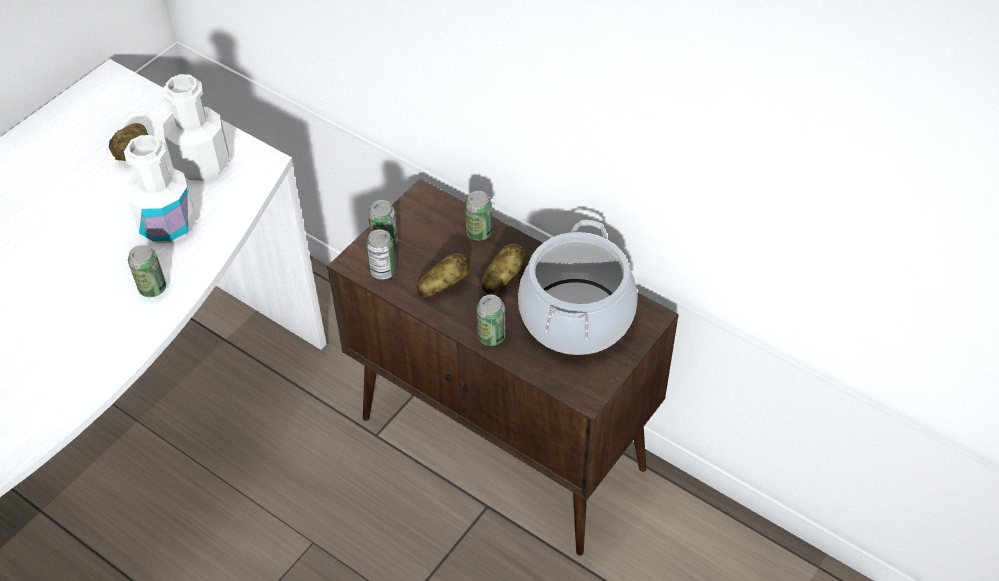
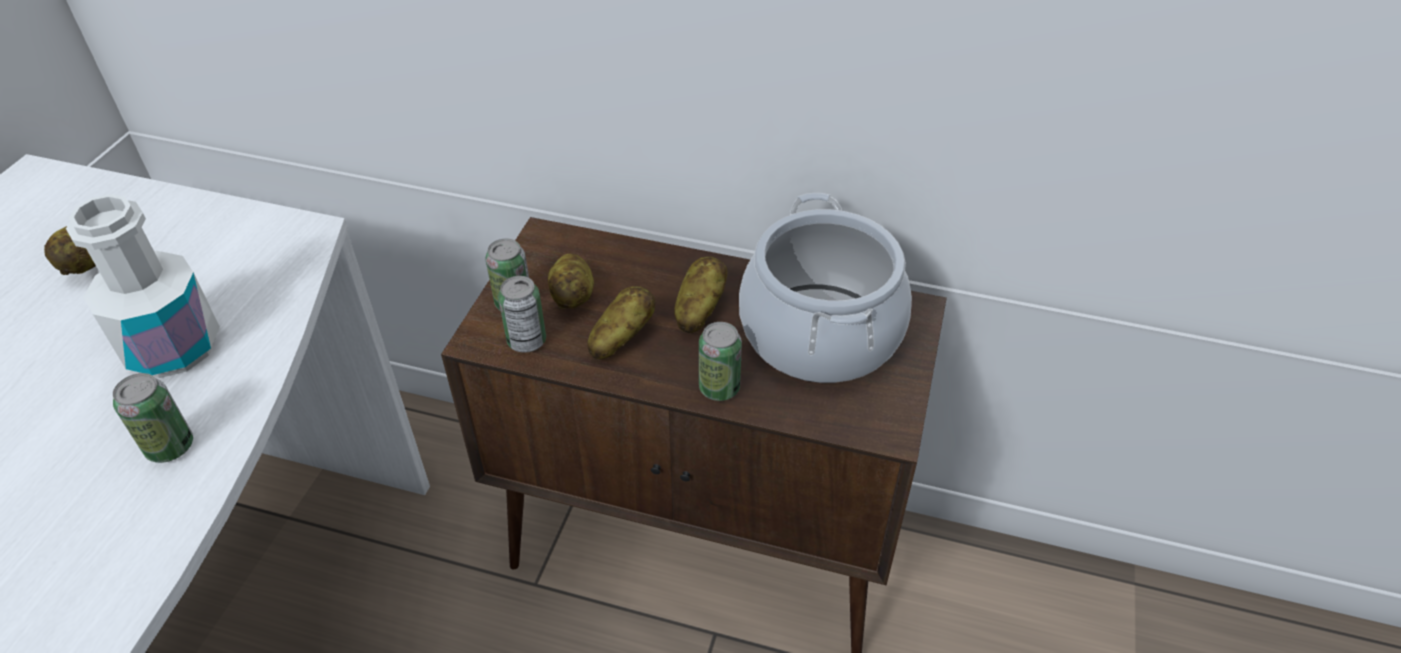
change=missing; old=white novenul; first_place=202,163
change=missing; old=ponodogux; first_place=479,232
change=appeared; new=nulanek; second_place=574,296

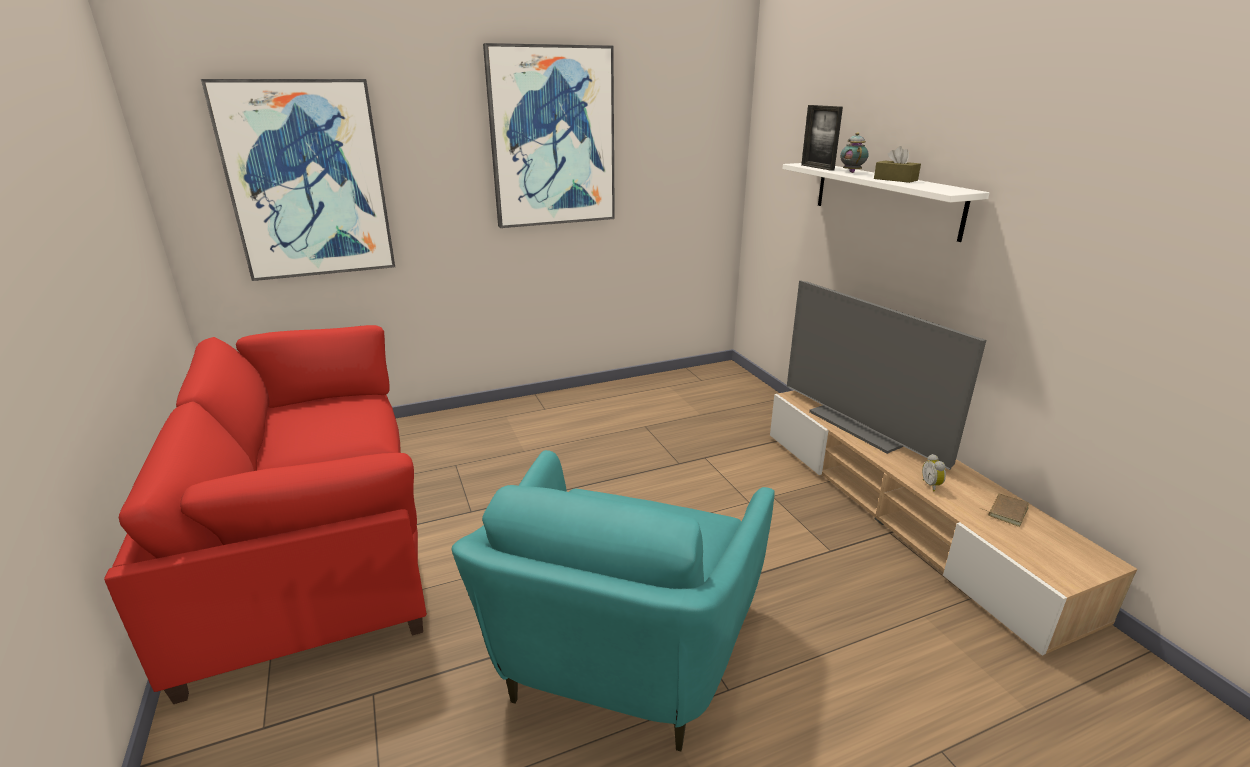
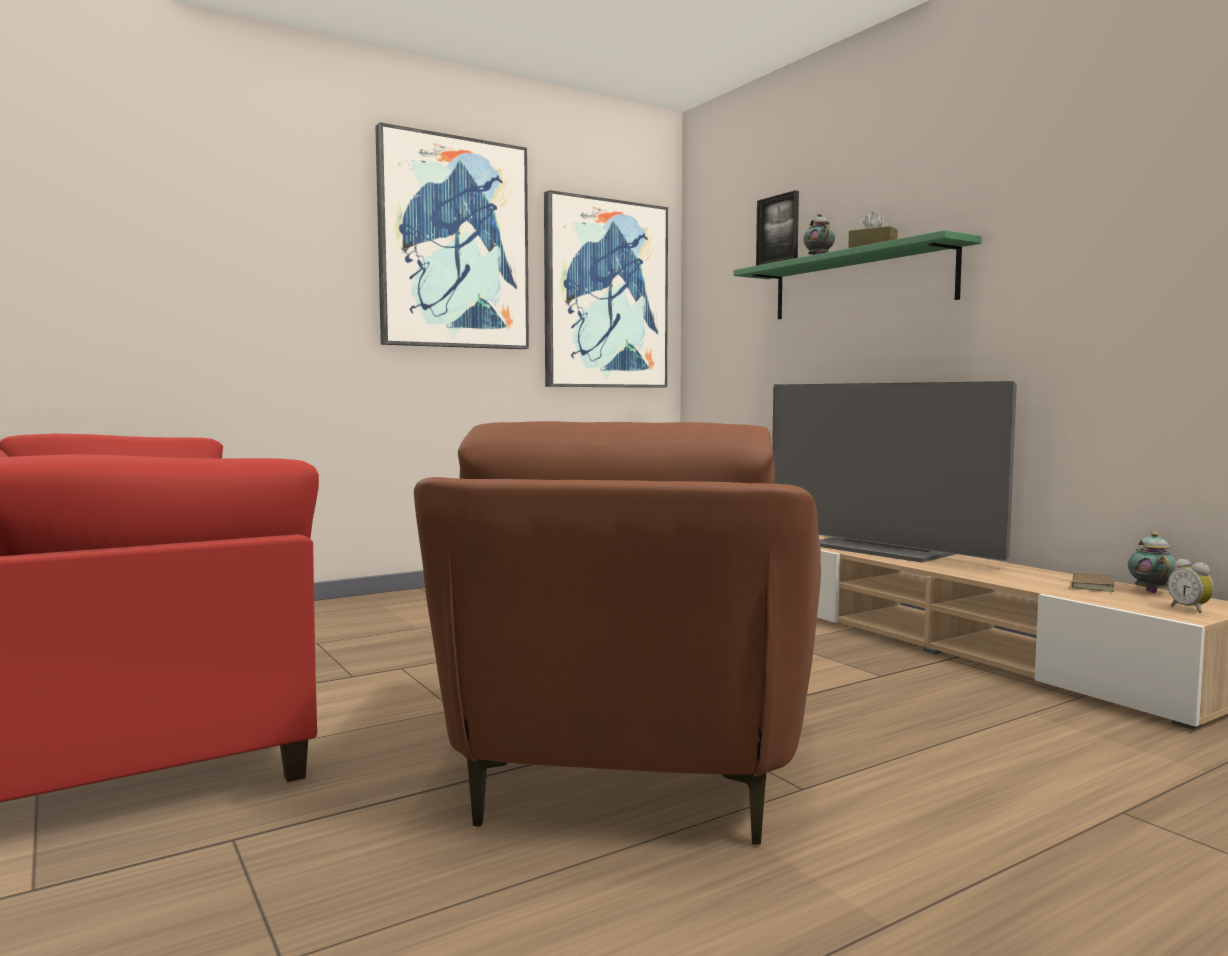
change=relocated; old=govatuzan; first_place=308,180; second_place=605,295
change=colour; old=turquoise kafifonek; new=brown kafifonek; first_place=621,653; second_place=630,772
change=colour; old=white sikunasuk; new=green sikunasuk; first_place=884,198; second_place=860,283
change=relocated; old=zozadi; first_place=932,485; second_place=1190,609
change=appeared; new=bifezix; second_place=1150,591

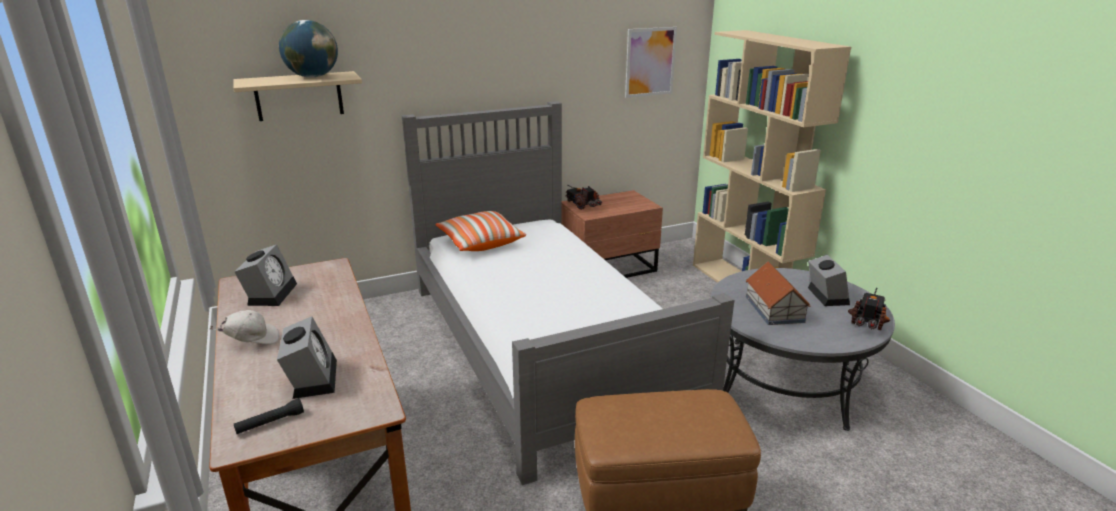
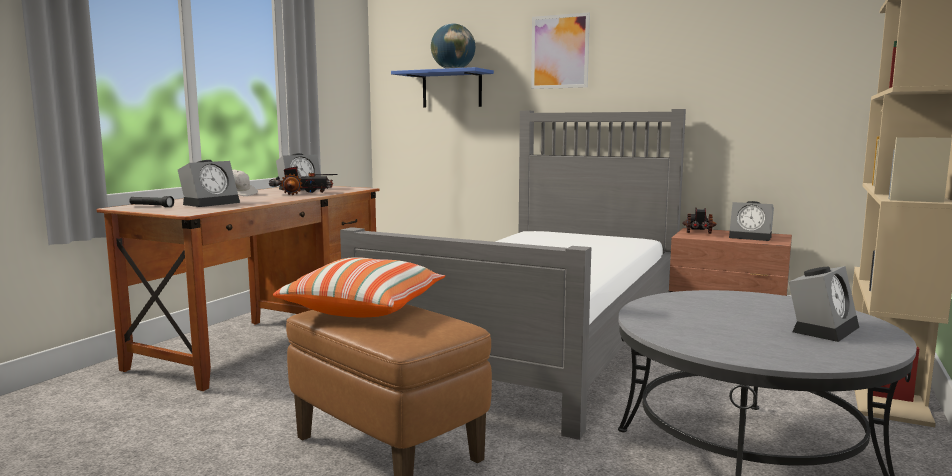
change=colour; old=beige sikunasuk; new=blue sikunasuk; first_place=299,96; second_place=452,89
change=relocated; old=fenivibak; first_place=480,242; second_place=364,308
change=relocated; old=govatuzan; first_place=650,62; second_place=559,51
change=missing; old=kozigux; first_place=774,309
change=relocated; old=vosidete; first_place=868,321; second_place=303,193
change=appeared; new=zozadi; second_place=751,237

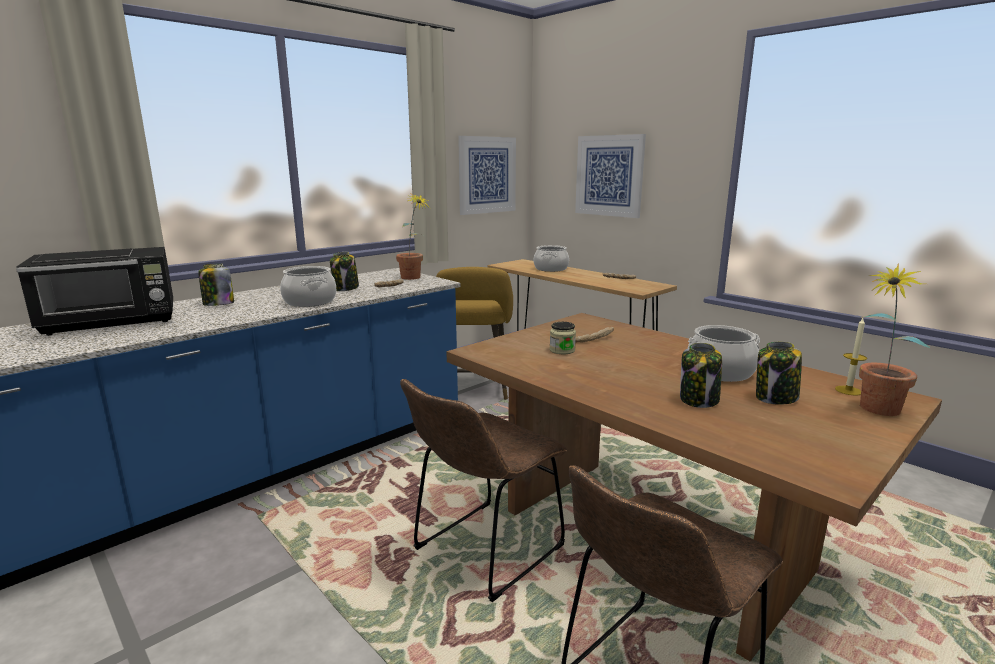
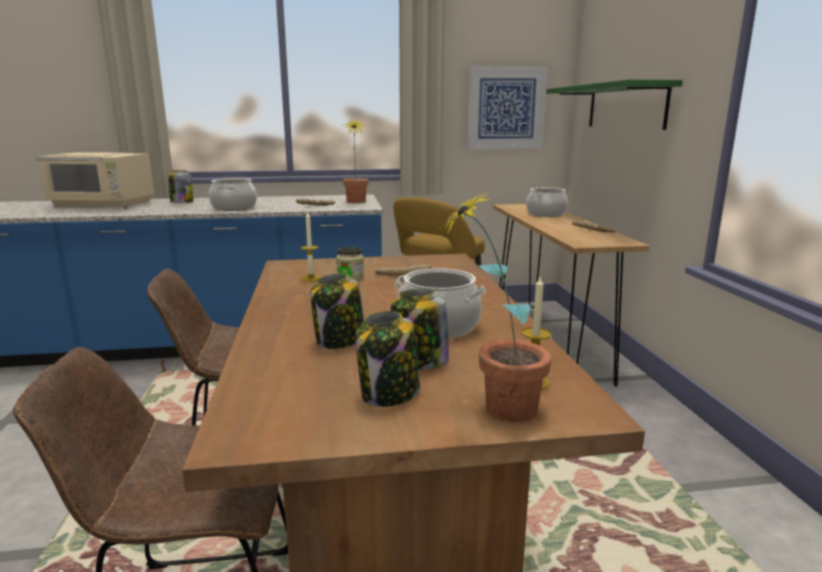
change=colour; old=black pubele; new=beige pubele; first_place=113,322; second_place=103,205
change=relocated; old=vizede; first_place=346,288; second_place=389,394
change=exchanged; old=govatuzan; new=green sikunasuk; first_place=609,176; second_place=625,106
change=appeared; new=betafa; second_place=311,278

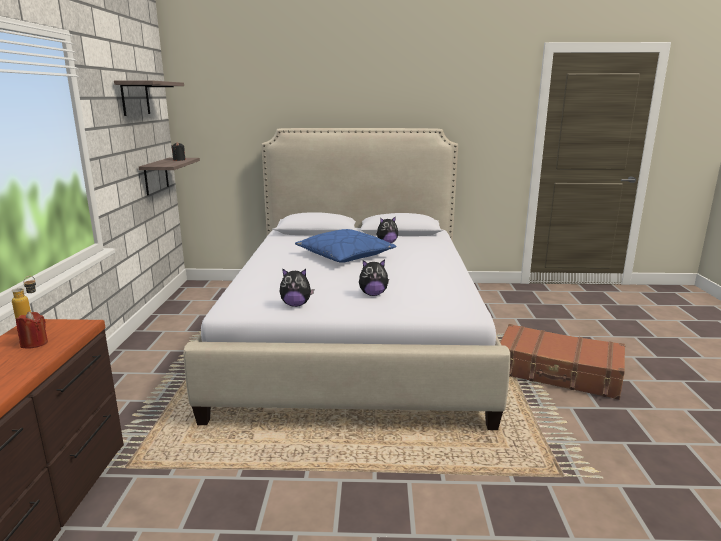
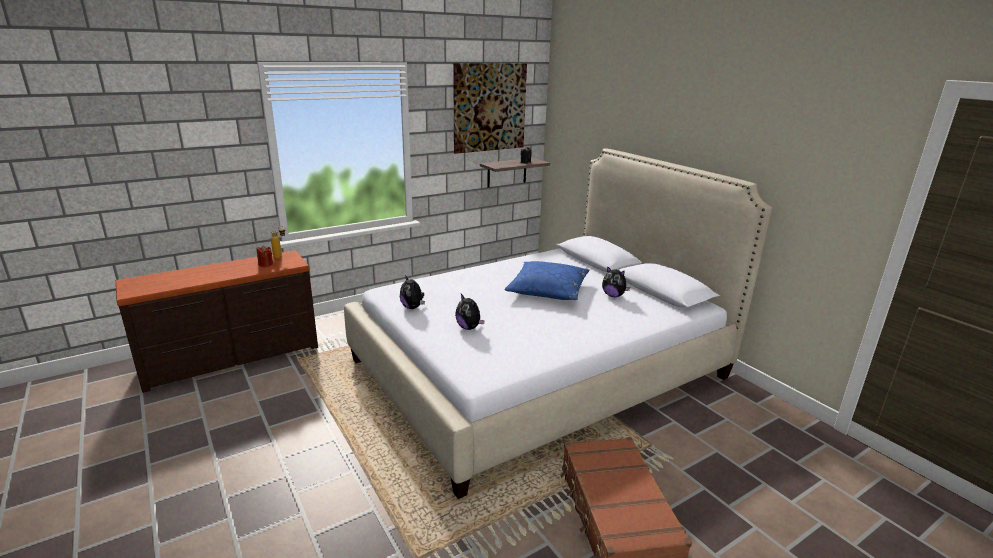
change=exchanged; old=sikunasuk; new=govatuzan; first_place=135,98; second_place=489,107

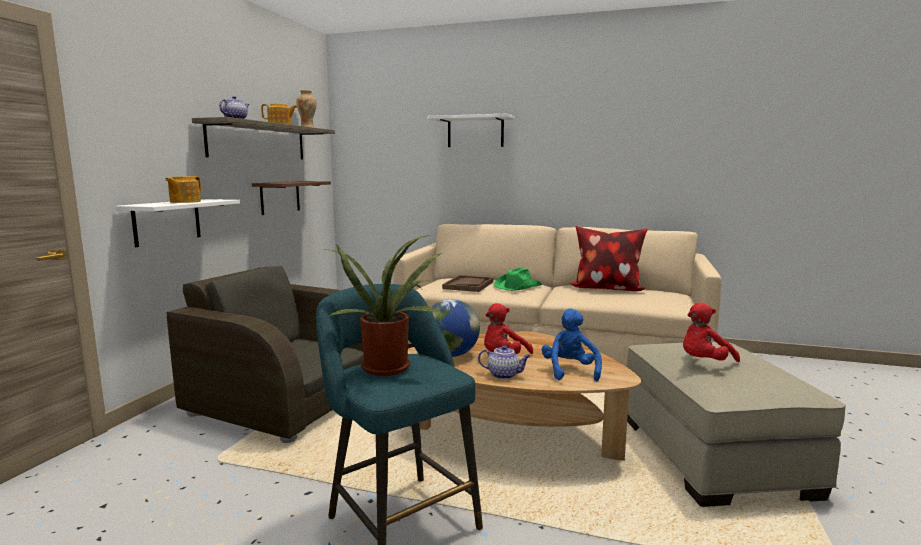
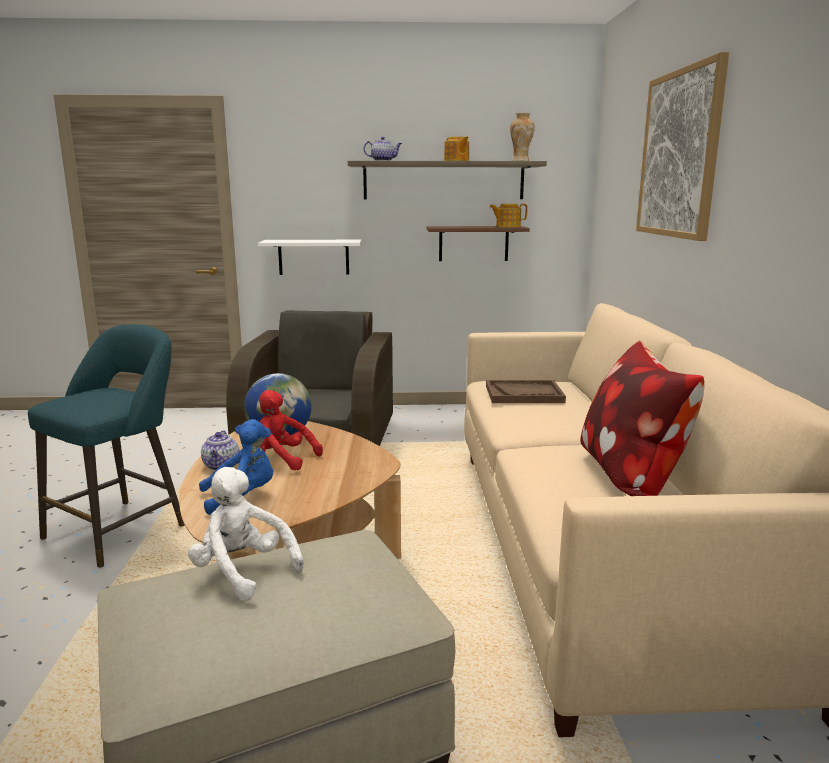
change=relocated; old=bifezix; first_place=184,202; second_place=507,226
change=missing; old=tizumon; first_place=388,366
change=exchanged; old=white sikunasuk; new=govatuzan; first_place=475,132; second_place=679,154
change=missing; old=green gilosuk; first_place=517,286
change=colour; old=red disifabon; new=white disifabon; first_place=704,363; second_place=243,571

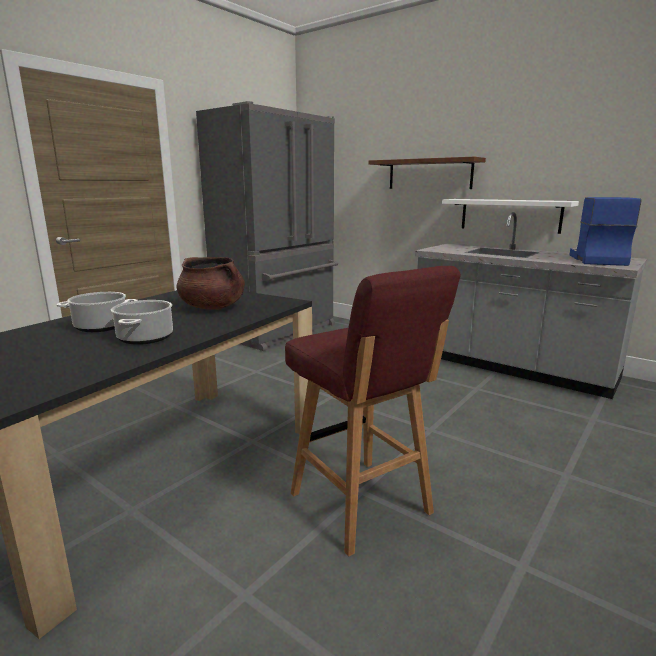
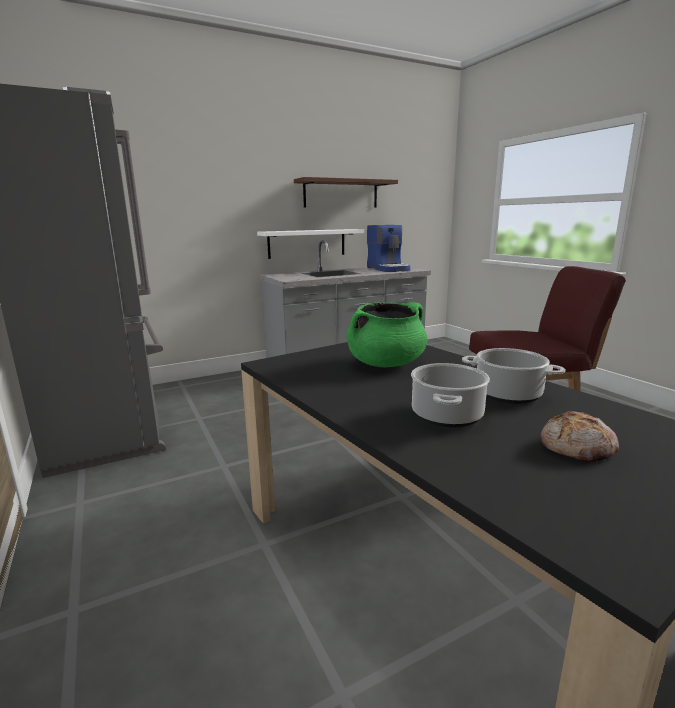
change=colour; old=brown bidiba; new=green bidiba; first_place=213,307; second_place=386,363
change=relocated; old=brown sikunasuk; first_place=429,174; second_place=341,194
change=spun; old=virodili; first_place=595,260; second_place=388,269; degrees=-150
change=appeared; new=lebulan; second_place=578,448

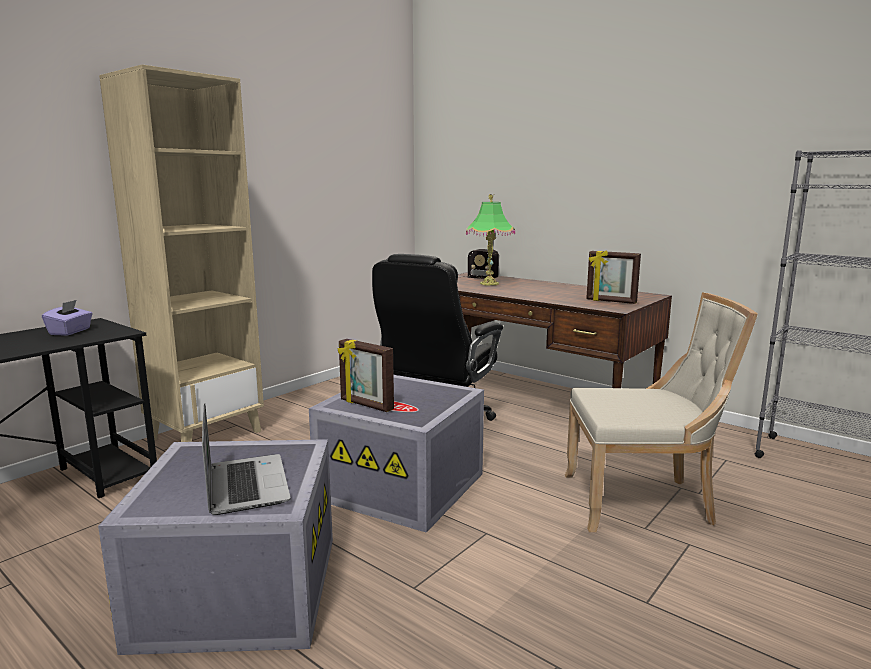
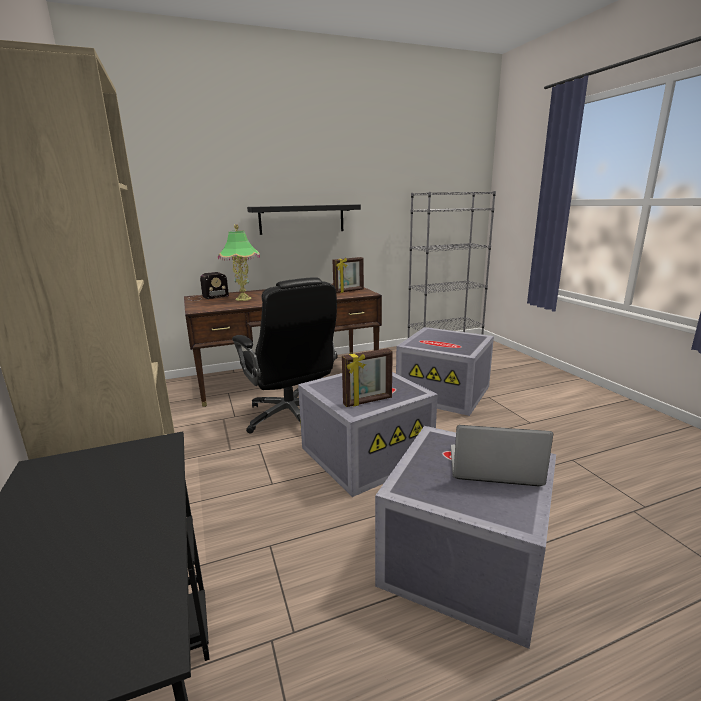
change=missing; old=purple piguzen; first_place=70,332
change=exchanged; old=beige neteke; new=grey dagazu; first_place=643,502; second_place=445,392
change=appeared; new=black sikunasuk; second_place=302,219

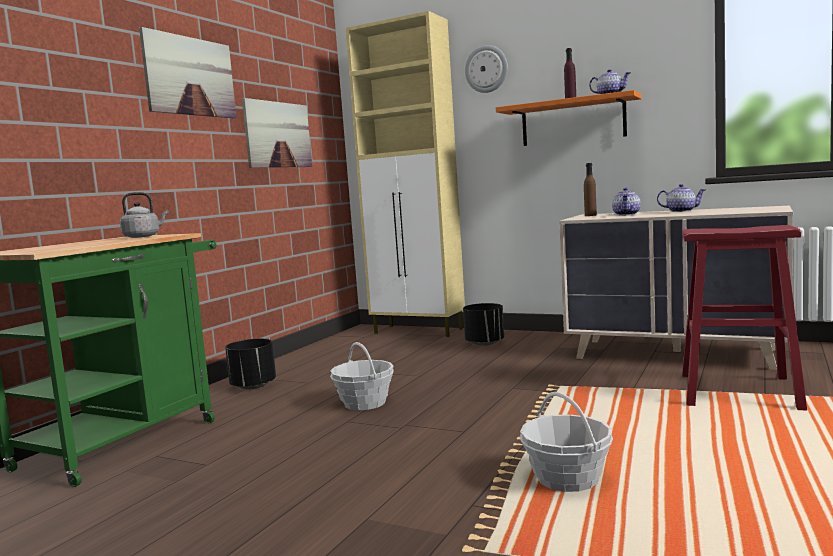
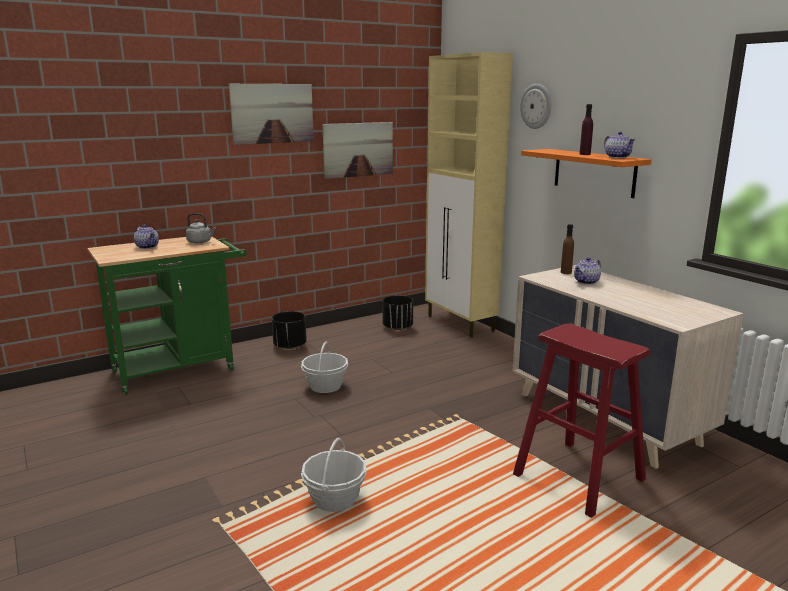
change=relocated; old=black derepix; first_place=485,343; second_place=398,327
change=relocated; old=bifezix; first_place=681,211; second_place=148,247

